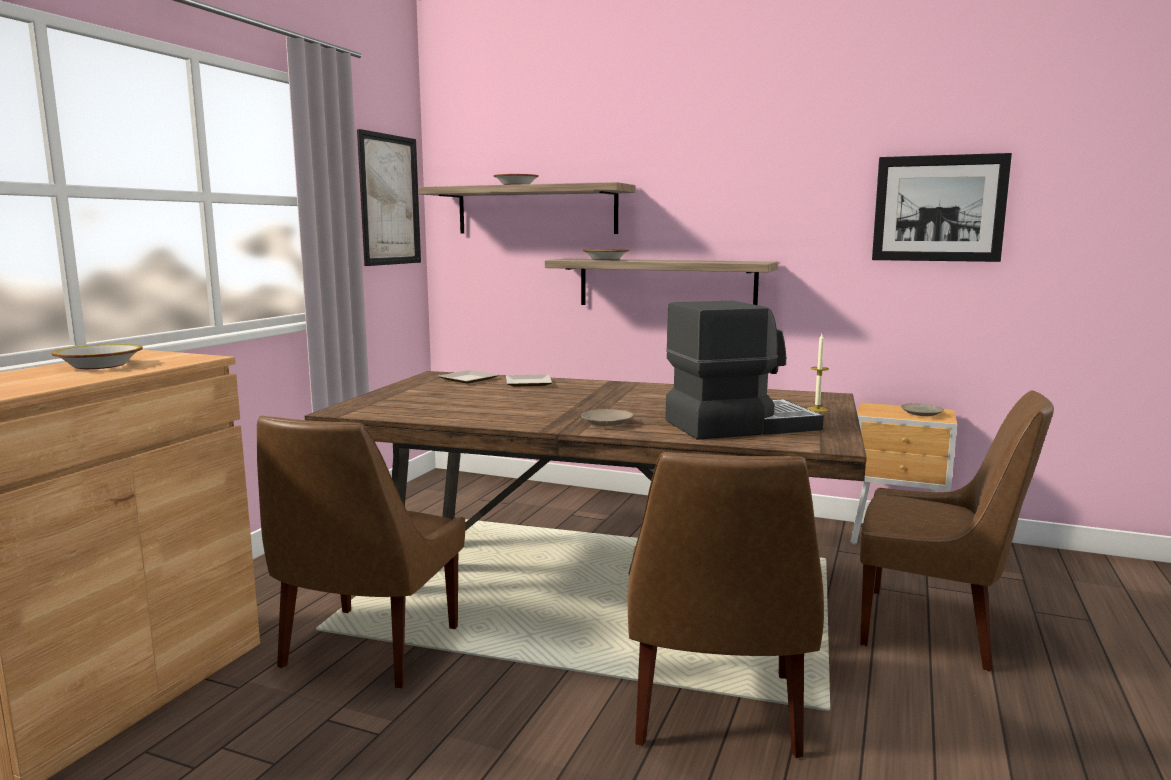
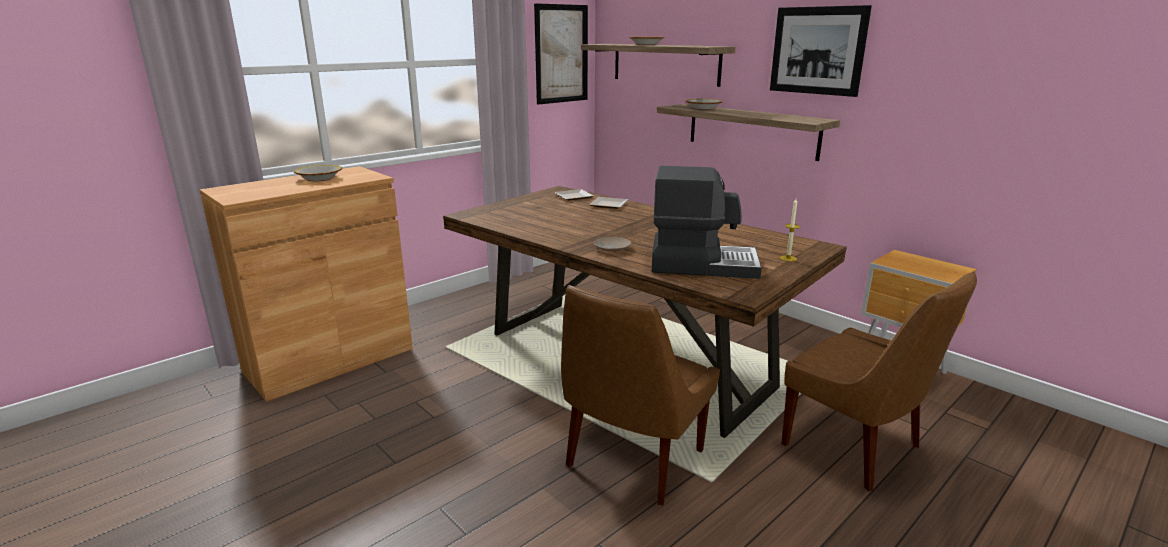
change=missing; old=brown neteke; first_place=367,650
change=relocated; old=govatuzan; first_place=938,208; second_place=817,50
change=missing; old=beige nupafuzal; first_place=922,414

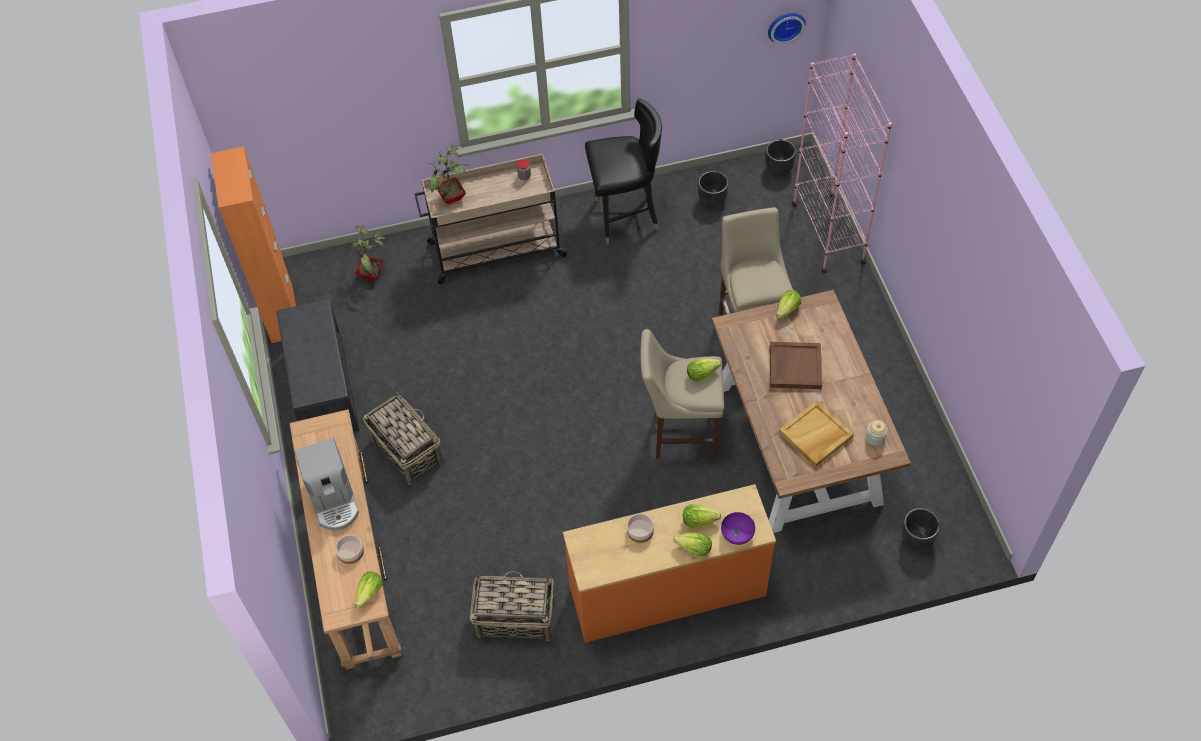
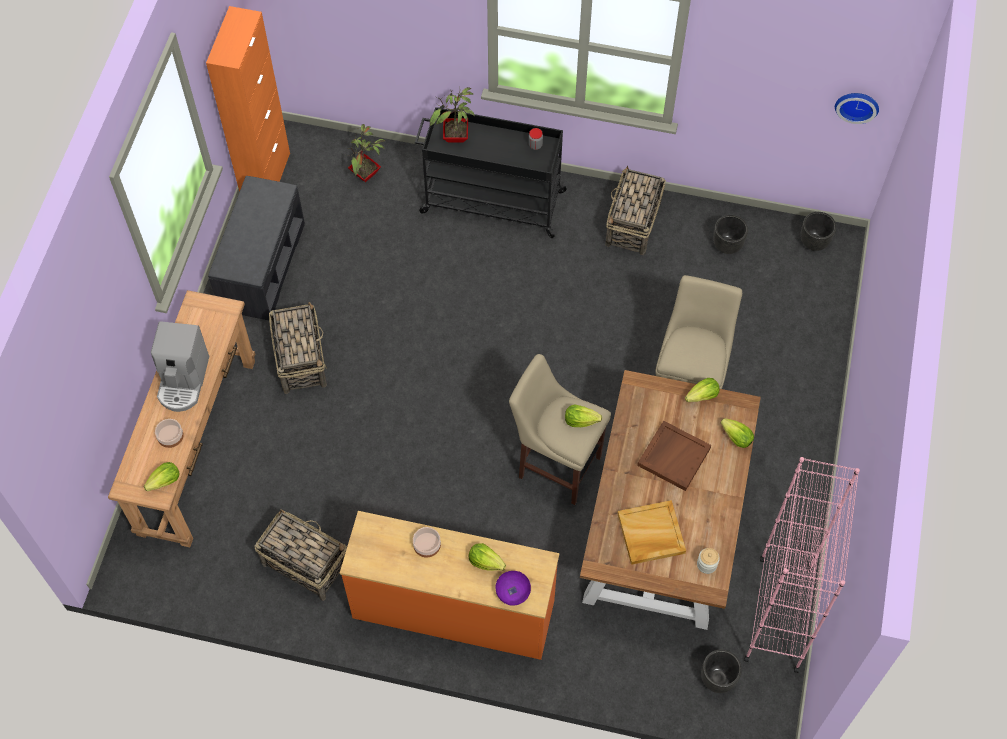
change=colour; old=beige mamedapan; new=black mamedapan; first_place=495,250; second_place=491,202
change=exchanged; old=black neteke; new=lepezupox; first_place=625,217; second_place=632,224
change=relocated; old=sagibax; first_place=694,549; second_place=736,438
change=relocated; old=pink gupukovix; first_place=828,233; second_place=779,613

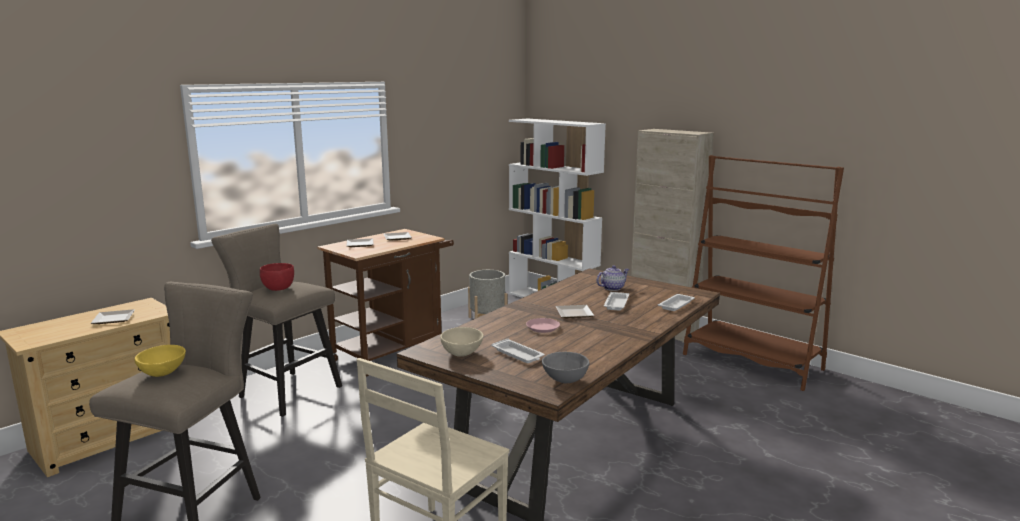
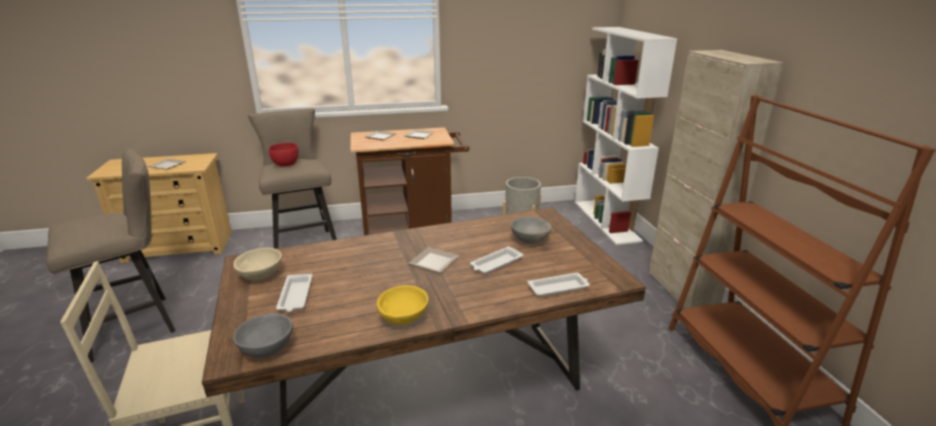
change=relocated; old=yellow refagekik; first_place=163,373; second_place=404,319
change=missing; old=pink nupafuzal; first_place=542,328
change=exchanged; old=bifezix; new=grey refagekik; first_place=612,288; second_place=529,240

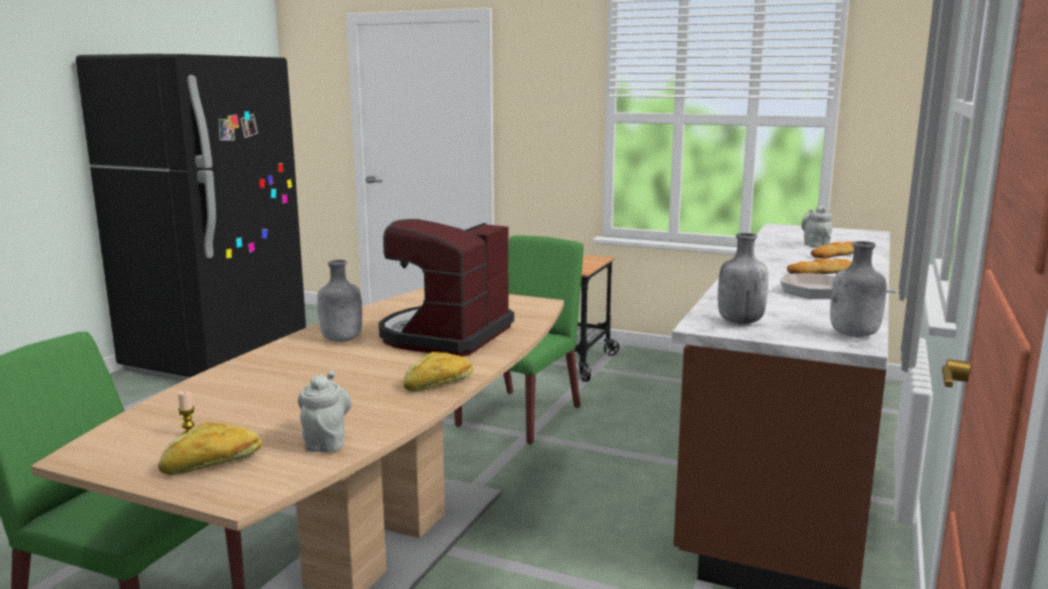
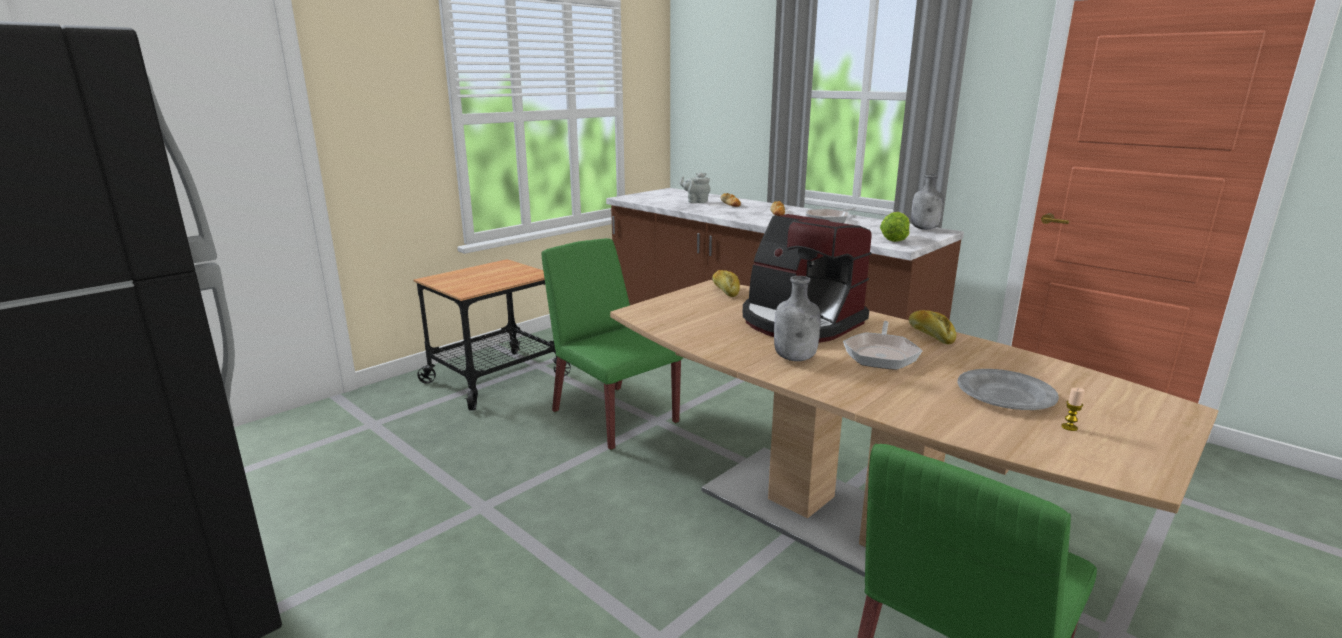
change=relocated; old=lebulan; first_place=212,464; second_place=726,290
change=missing; old=grey bifezix; first_place=326,441
change=exchanged; old=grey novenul; new=sagibax; first_place=739,321; second_place=894,239
change=appeared; new=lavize; second_place=881,354
change=appeared; new=grey nupafuzal; second_place=1005,395

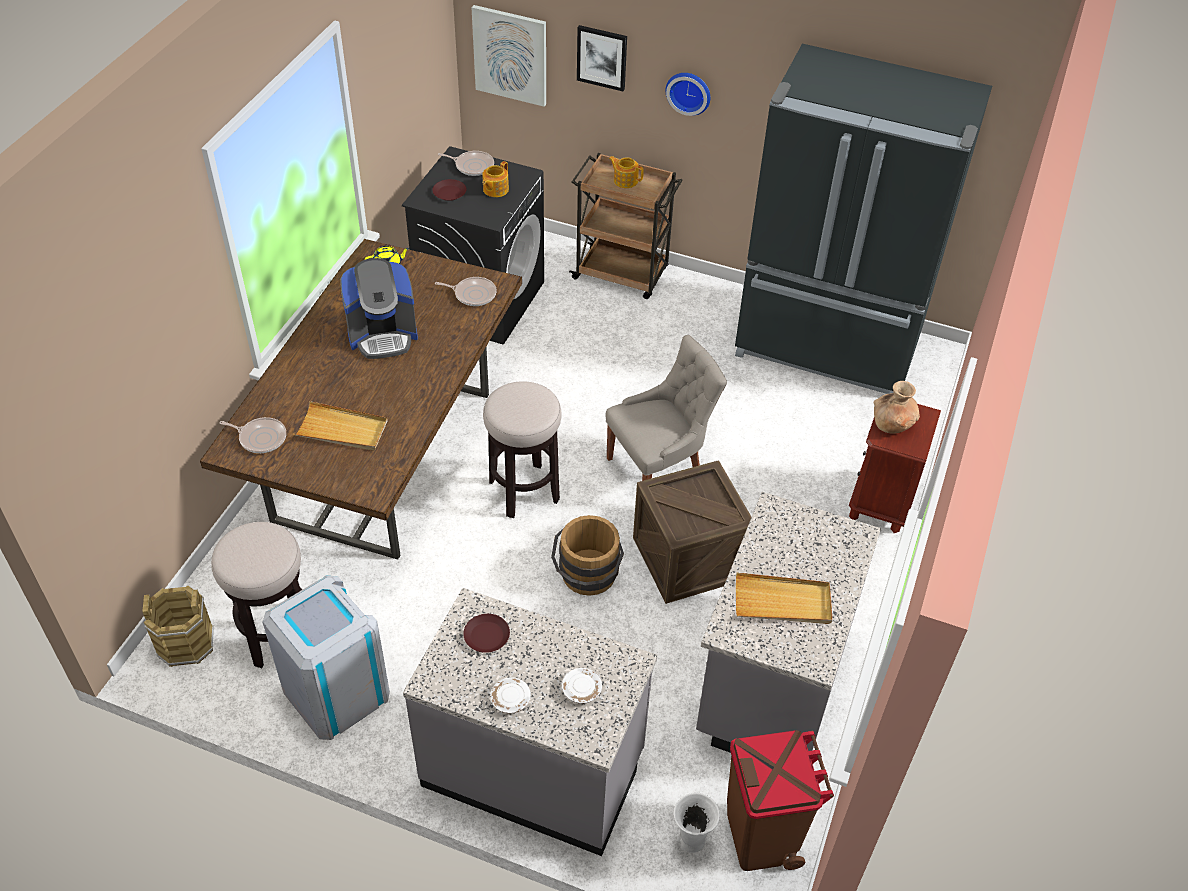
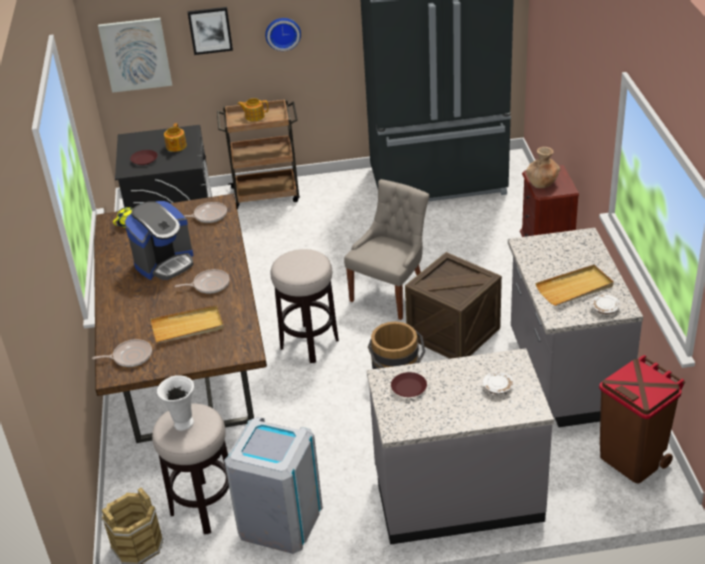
change=relocated; old=lavize; first_place=472,166; second_place=209,284
change=relocated; old=white nupafuzal; first_place=510,700; second_place=605,308
change=relocated; old=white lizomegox; first_place=691,841; second_place=183,424

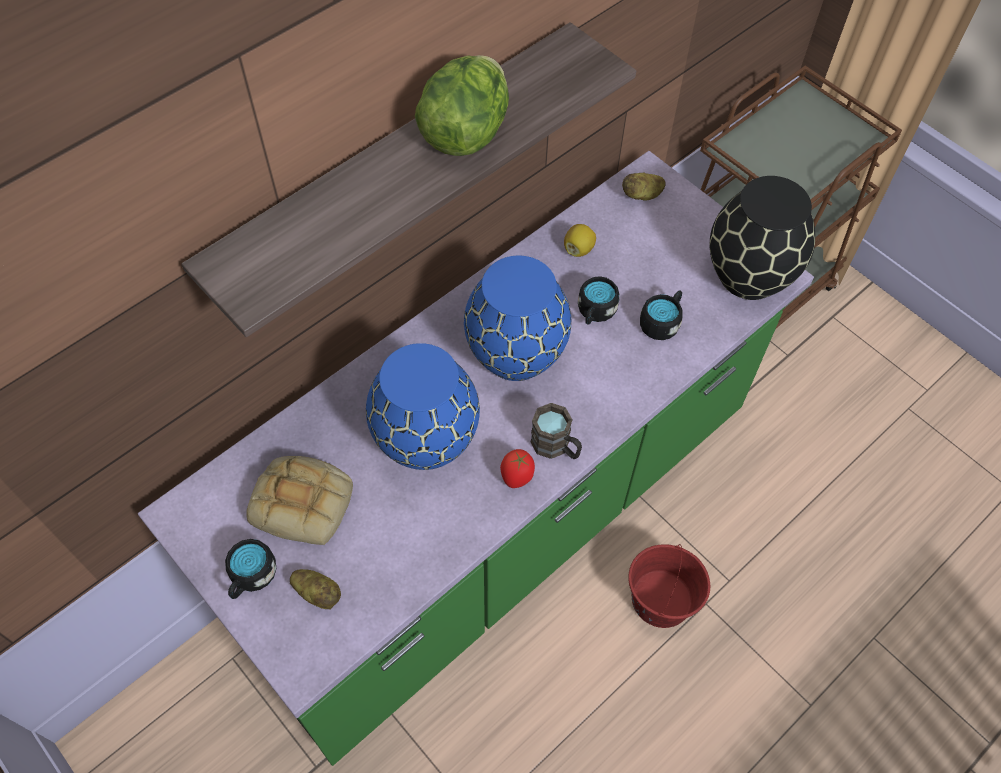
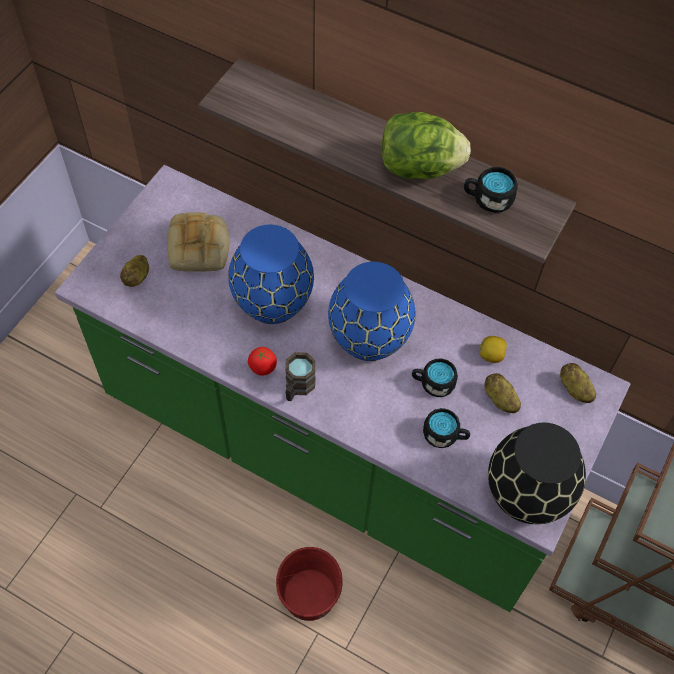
change=relocated; old=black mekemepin; first_place=251,577; second_place=487,199
change=appeared; new=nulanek; second_place=500,399

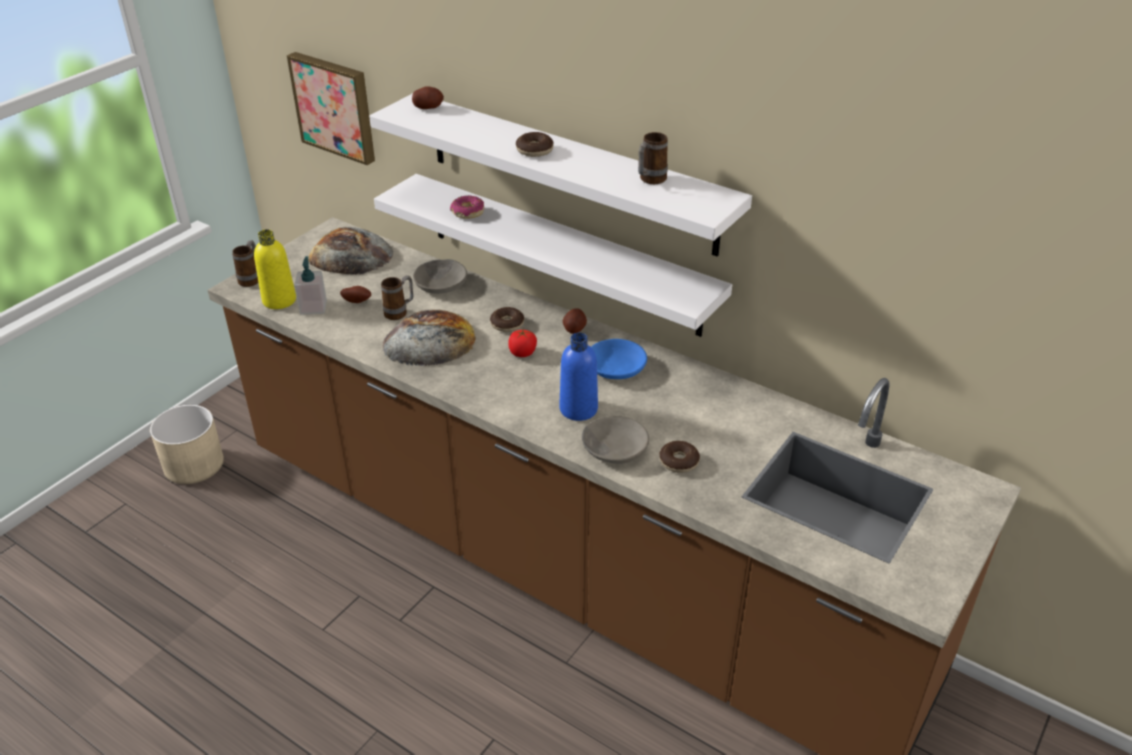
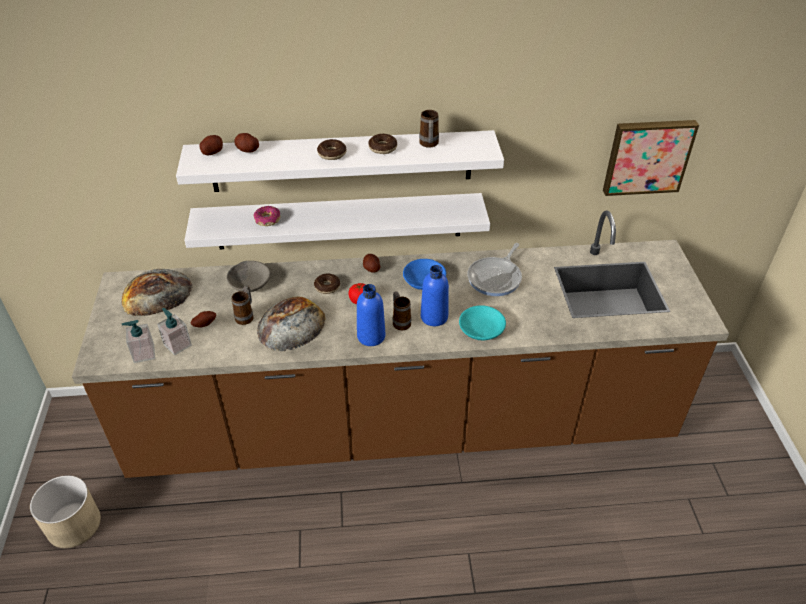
change=relocated; old=mekemepin; first_place=251,278; second_place=400,321
change=exchanged; old=yellow novenul; new=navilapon; first_place=279,300; second_place=144,354
change=relocated; old=govatuzan; first_place=335,106; second_place=647,156
change=colour; old=grey refagekik; new=turquoise refagekik; first_place=614,448; second_place=480,329
change=relocated; old=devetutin; first_place=679,461; second_place=382,148
change=appeared; new=nulanek; second_place=247,150
change=appeared; new=blue novenul; second_place=371,336
change=appeared; new=lavize; second_place=496,278

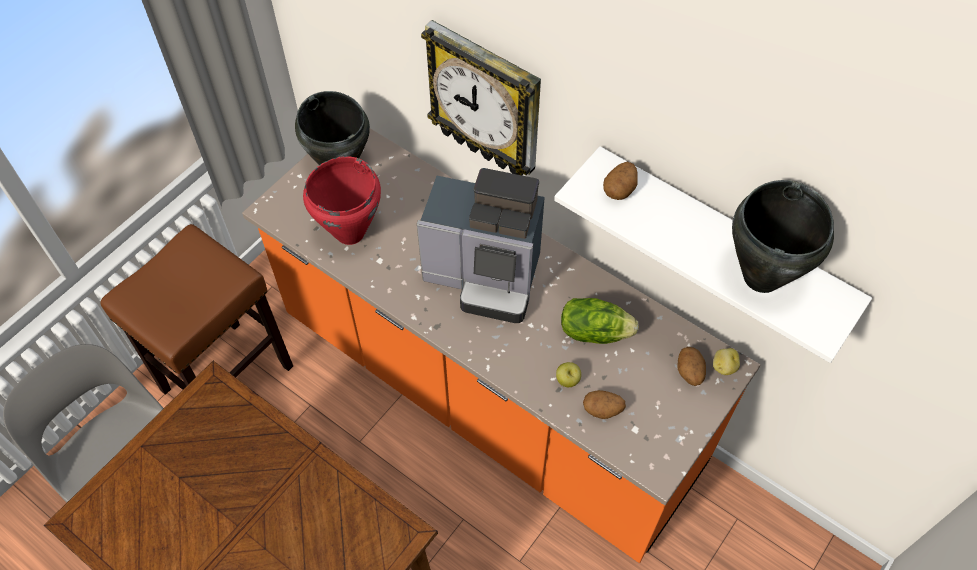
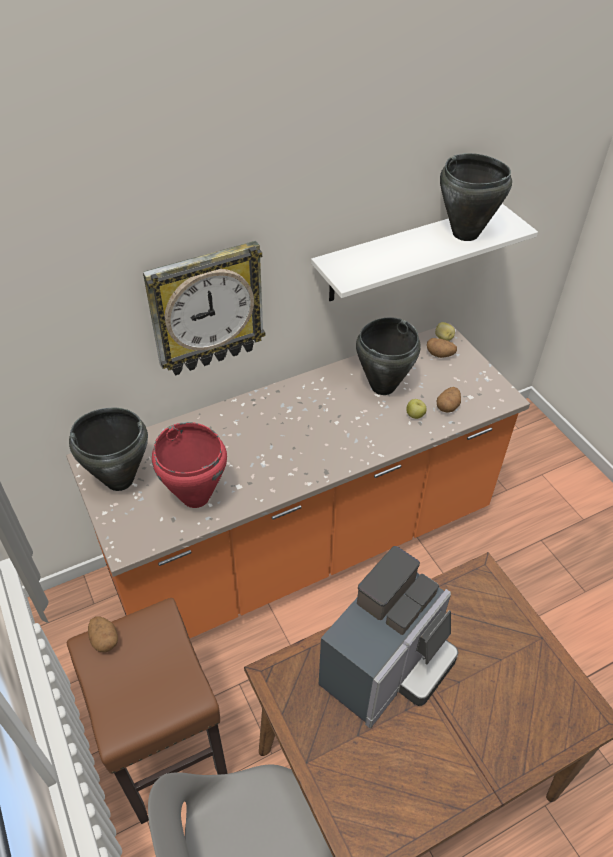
change=relocated; old=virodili; first_place=485,276; second_place=387,666
change=exchanged; old=sagibax; new=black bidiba; first_place=594,331; second_place=382,386
change=relocated; old=nulanek; first_place=619,189; second_place=104,639

